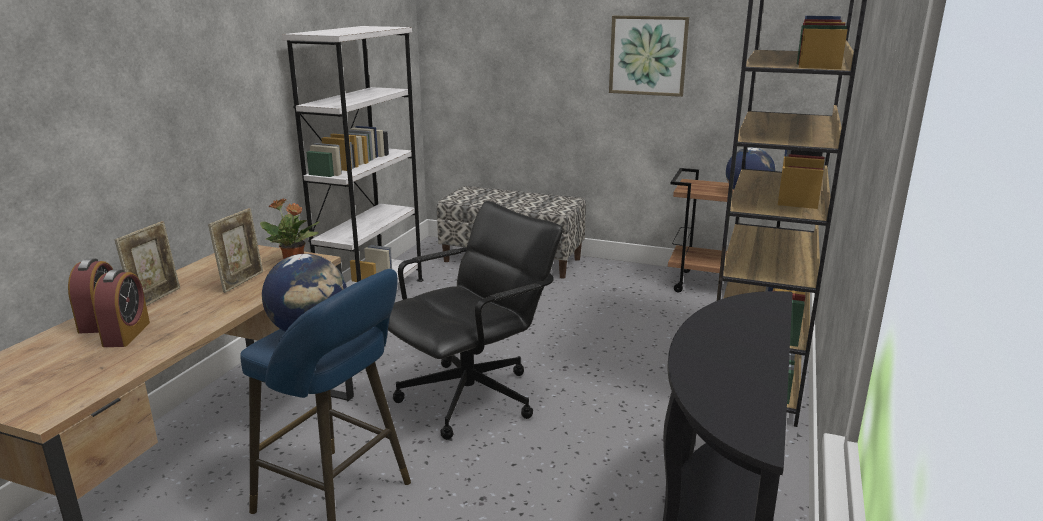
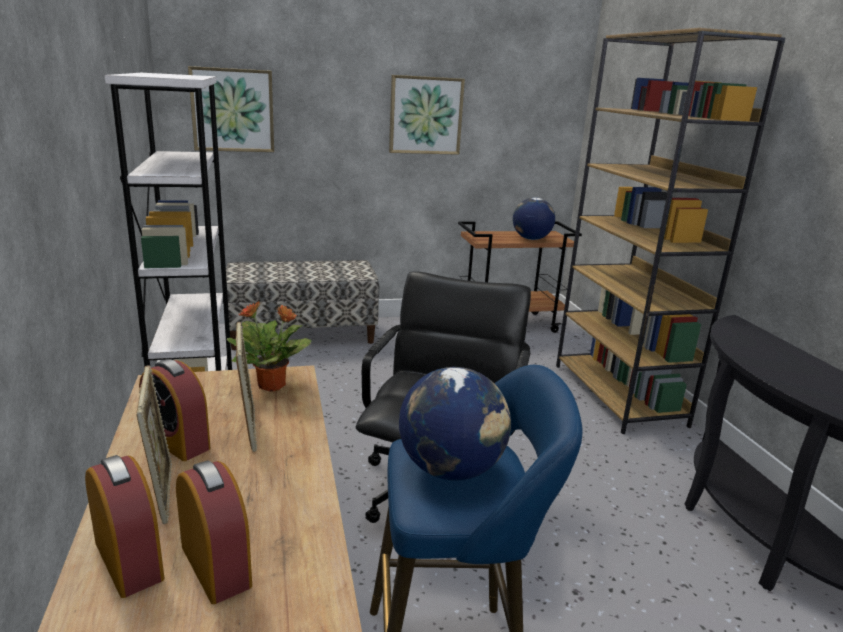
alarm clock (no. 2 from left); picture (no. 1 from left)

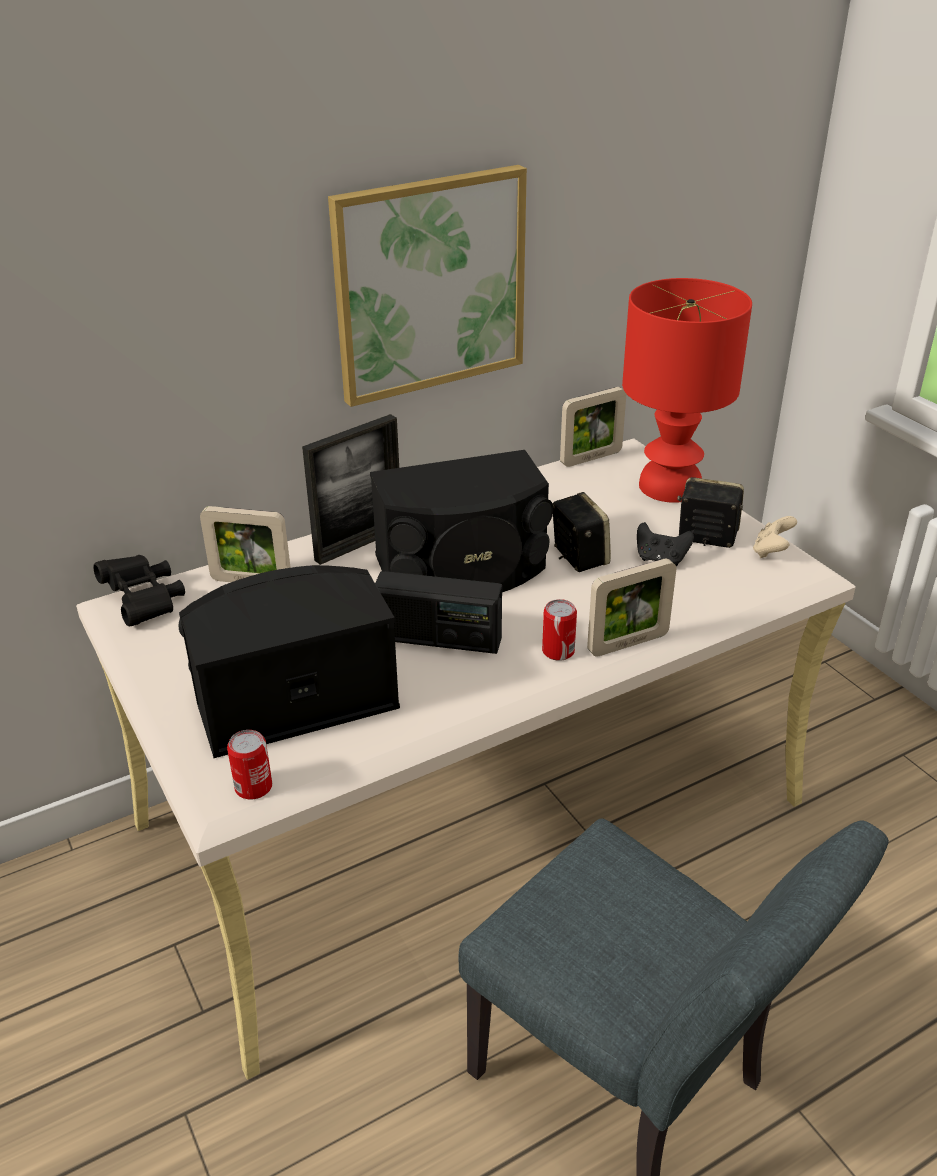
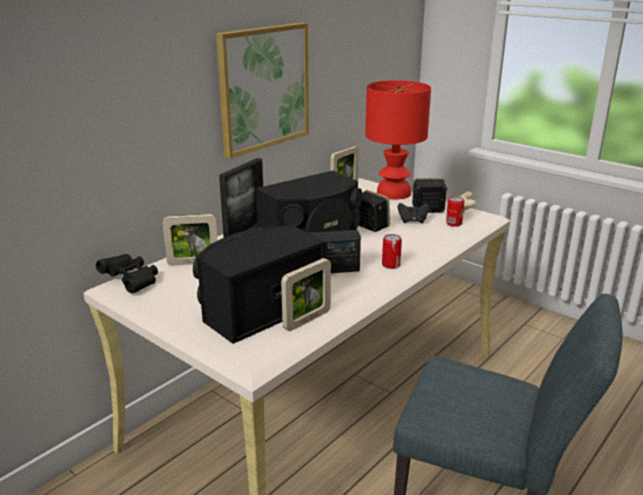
can (no. 2 from left); picture frame (no. 3 from left)

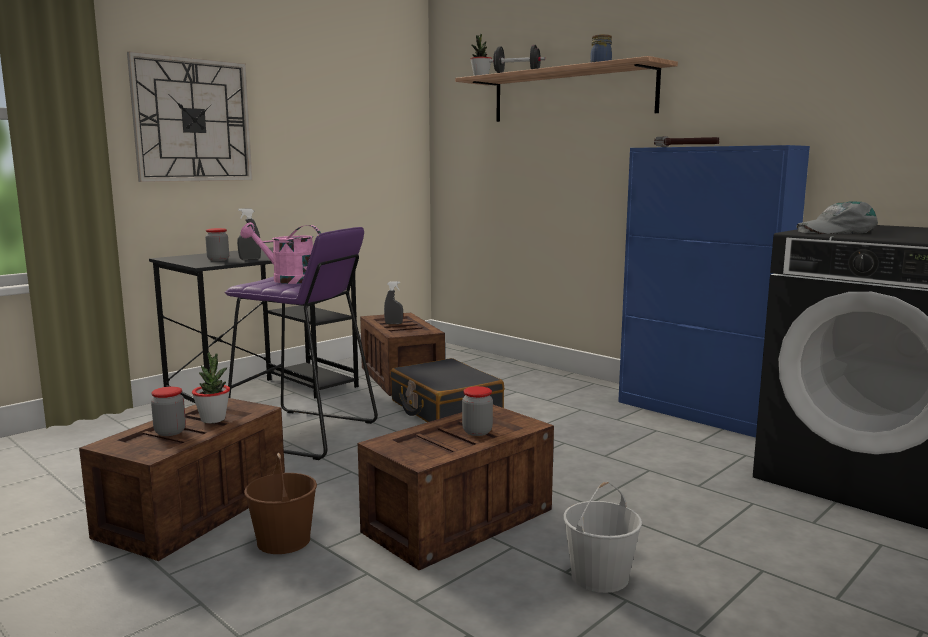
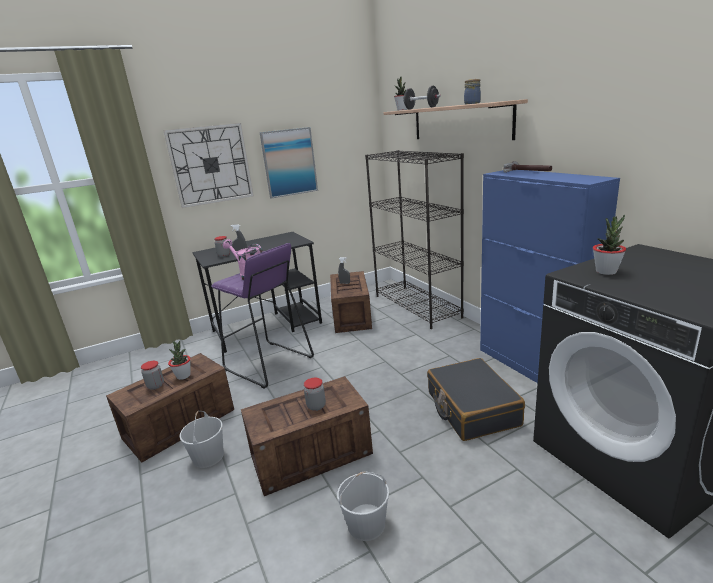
bucket in white (no. 1 from left); suitcase in black; potted plant (no. 3 from left); picture; bookcase in black

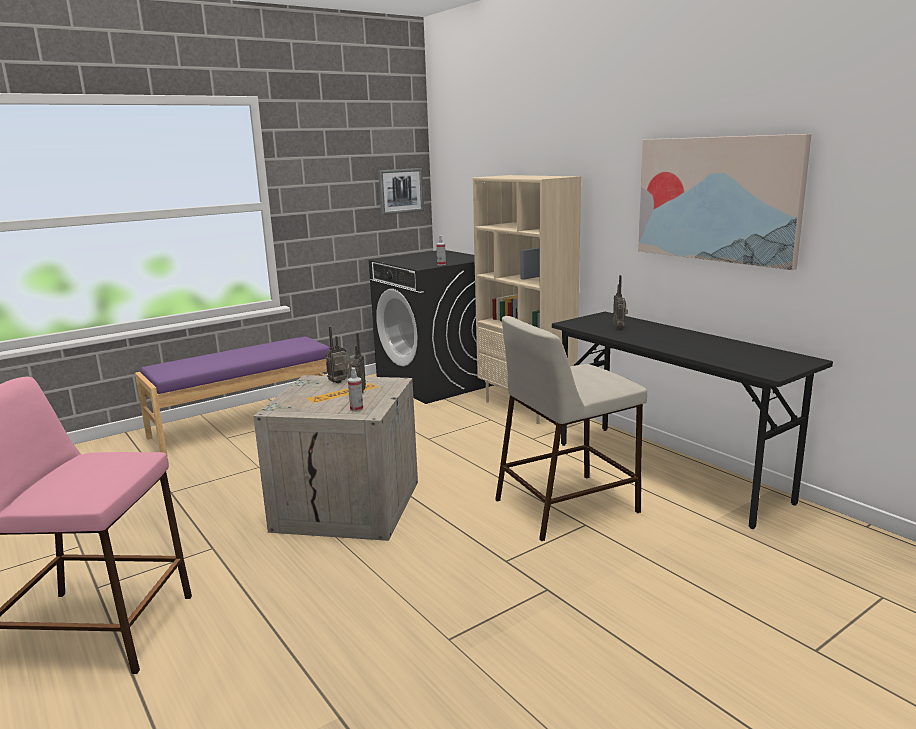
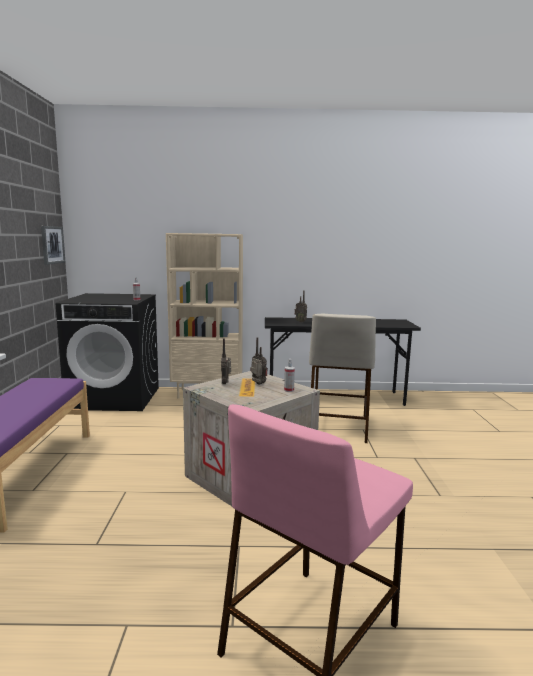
picture (no. 2 from left in the first image)

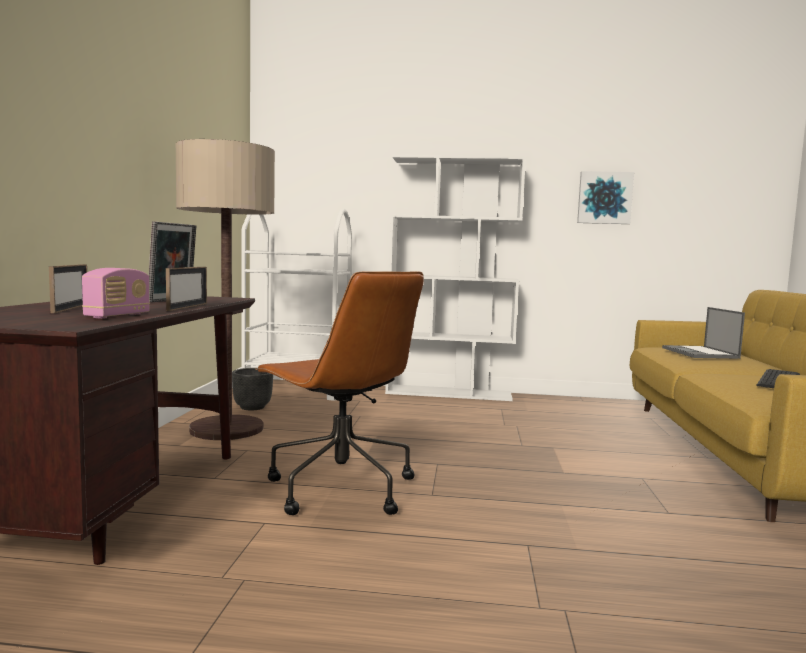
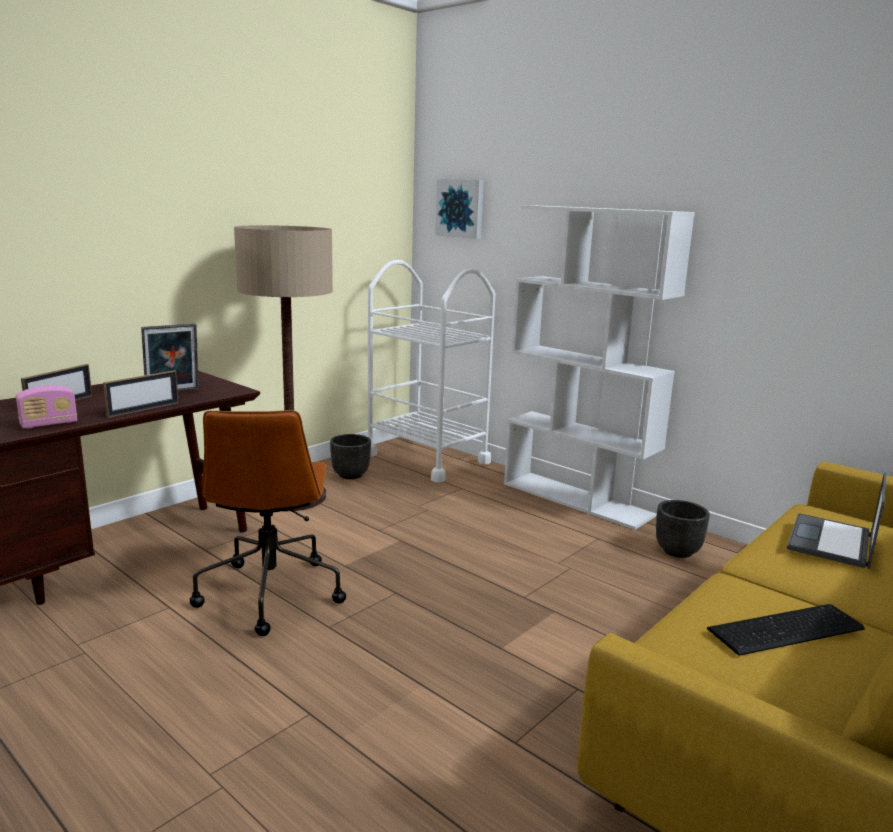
picture; planter in black (no. 2 from left)

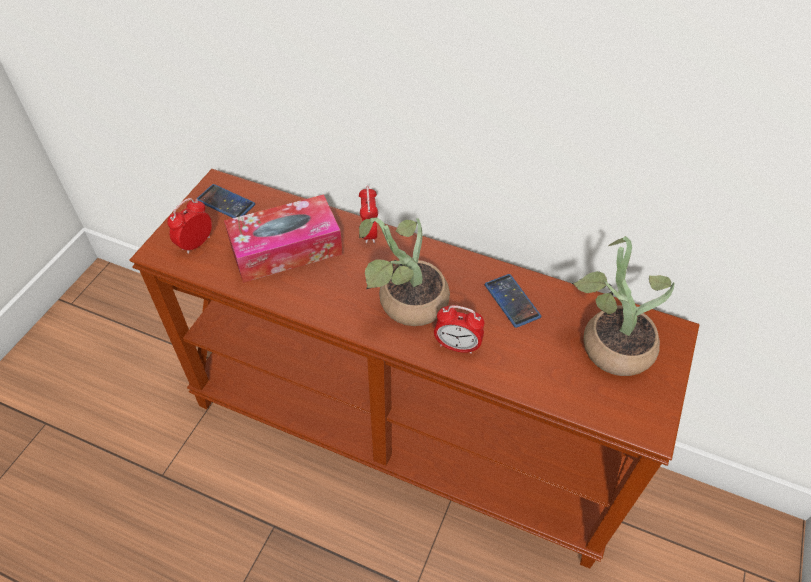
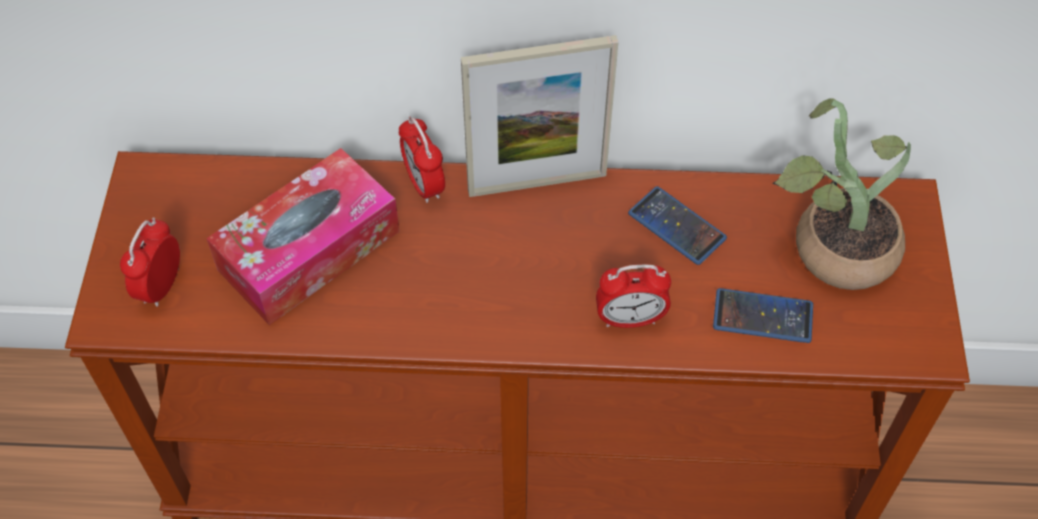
phone (no. 2 from left); potted plant (no. 1 from left in the first image); picture frame

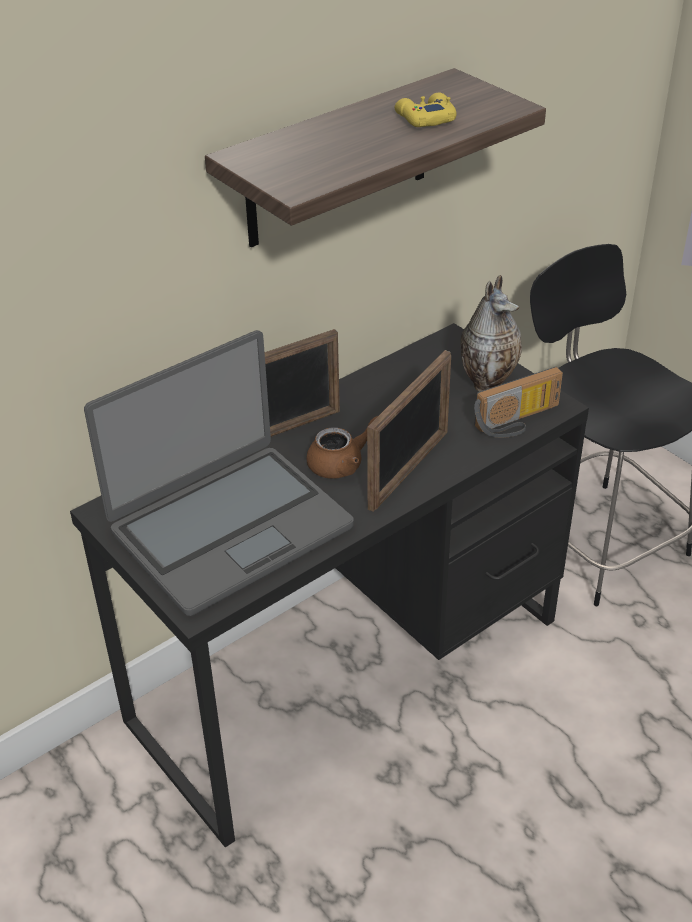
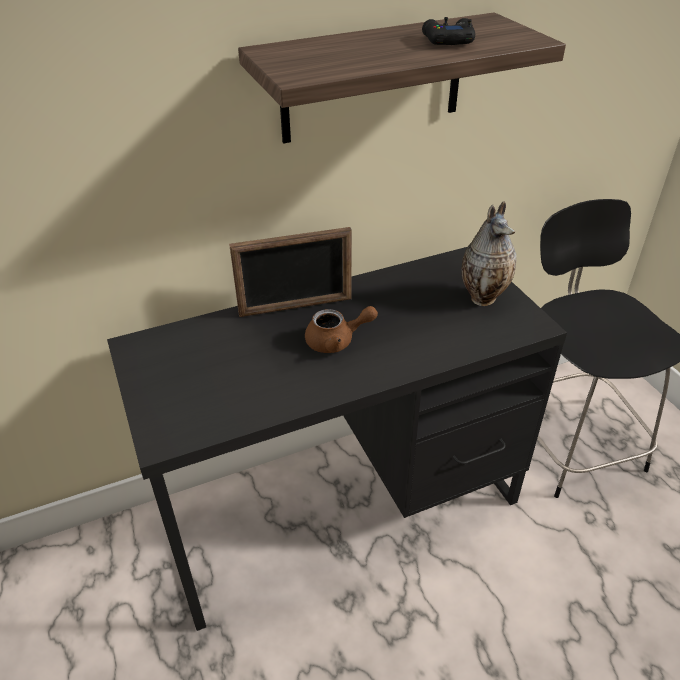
laptop; picture frame (no. 2 from left in the first image); game controller in black; radio

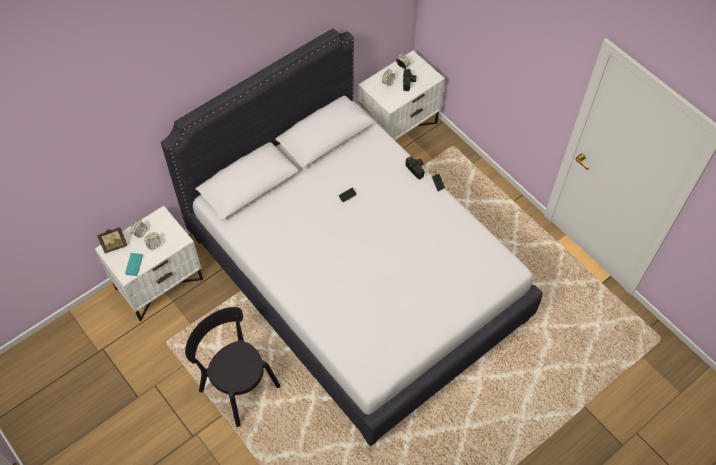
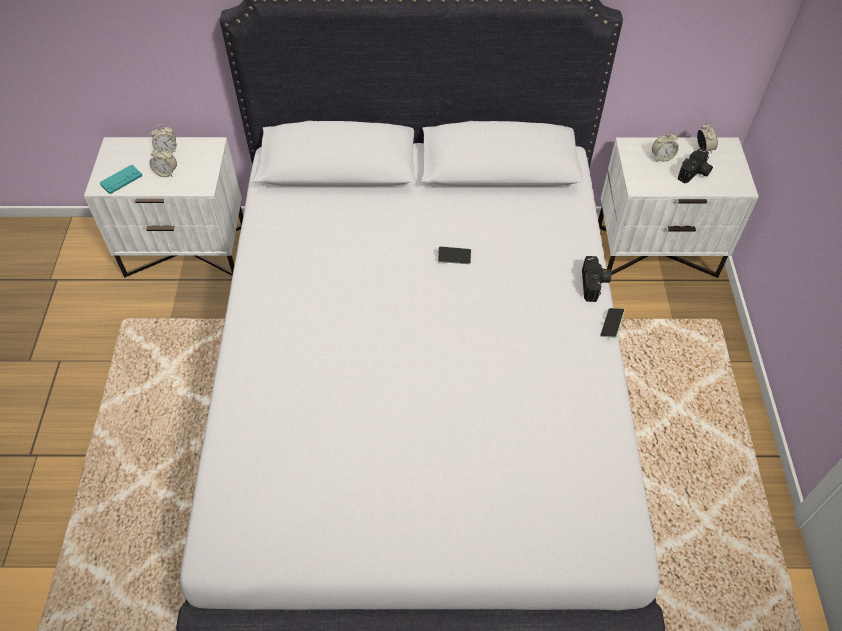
picture frame; chair in black

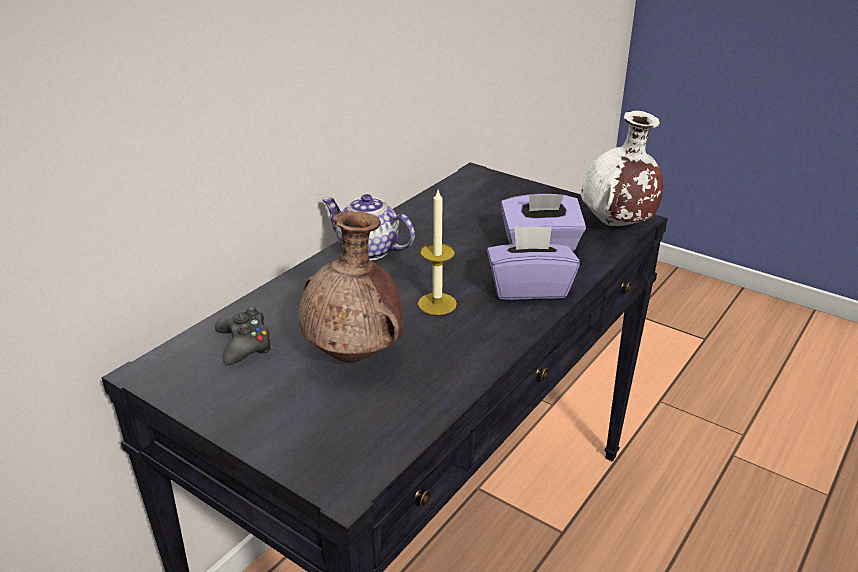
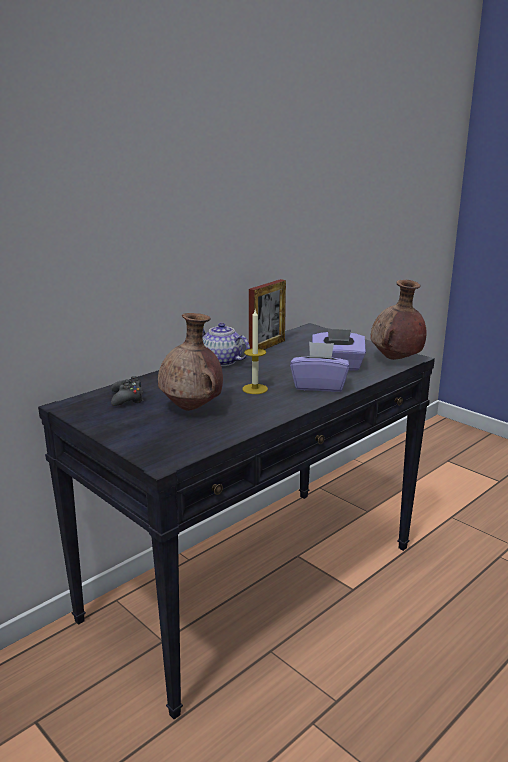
vase in brown (no. 2 from left); picture frame

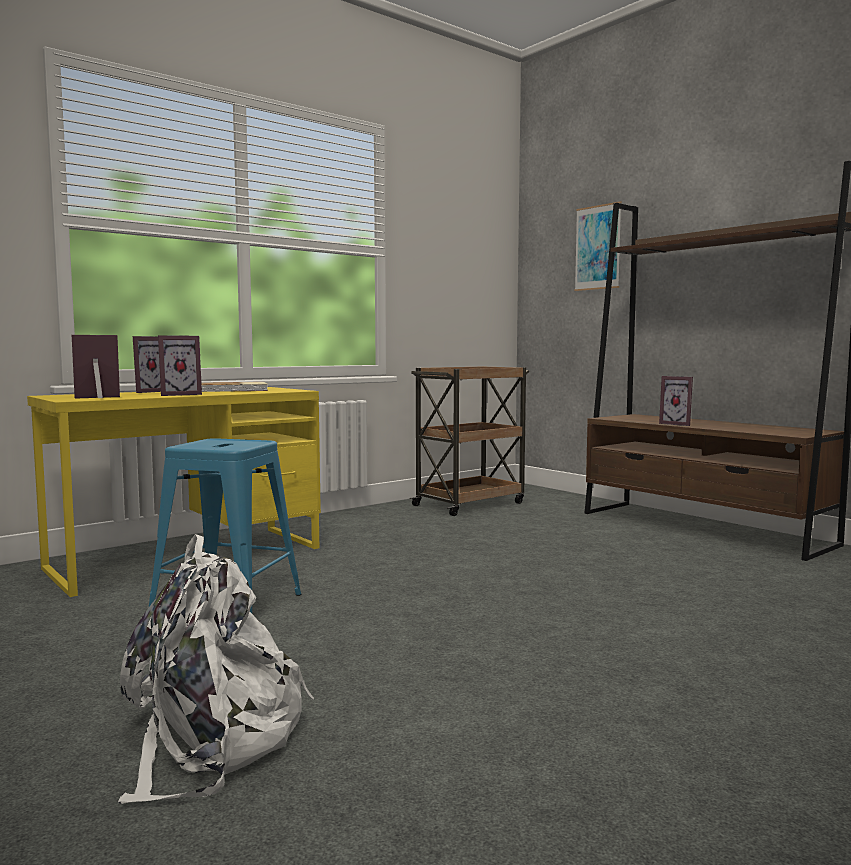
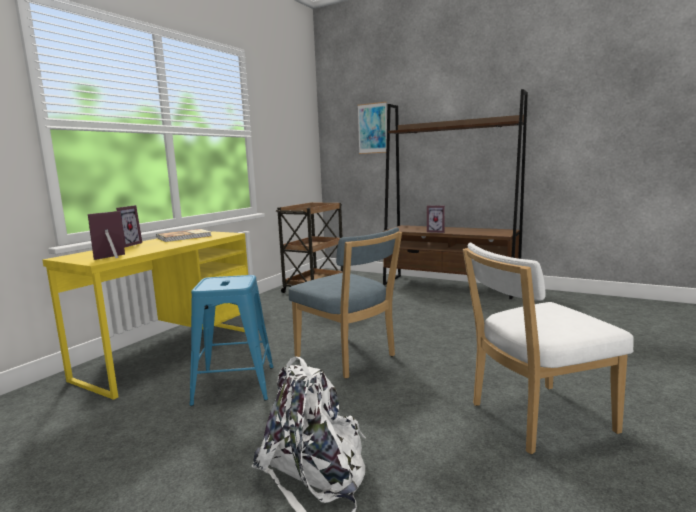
picture frame (no. 3 from left in the first image); chair in blue; chair in white

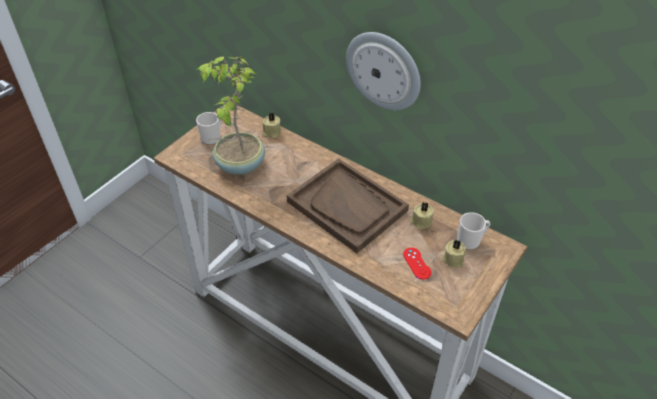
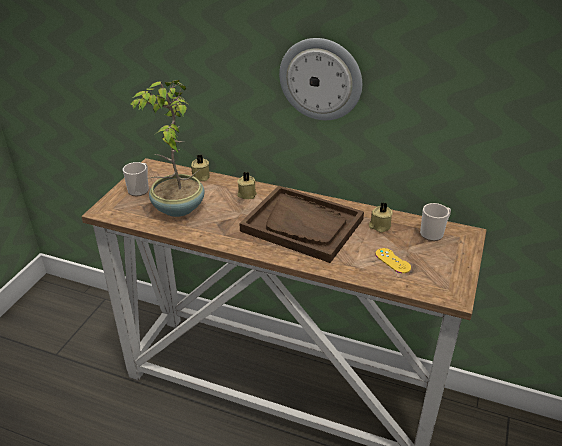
game controller in yellow; candle in beige (no. 2 from left)

